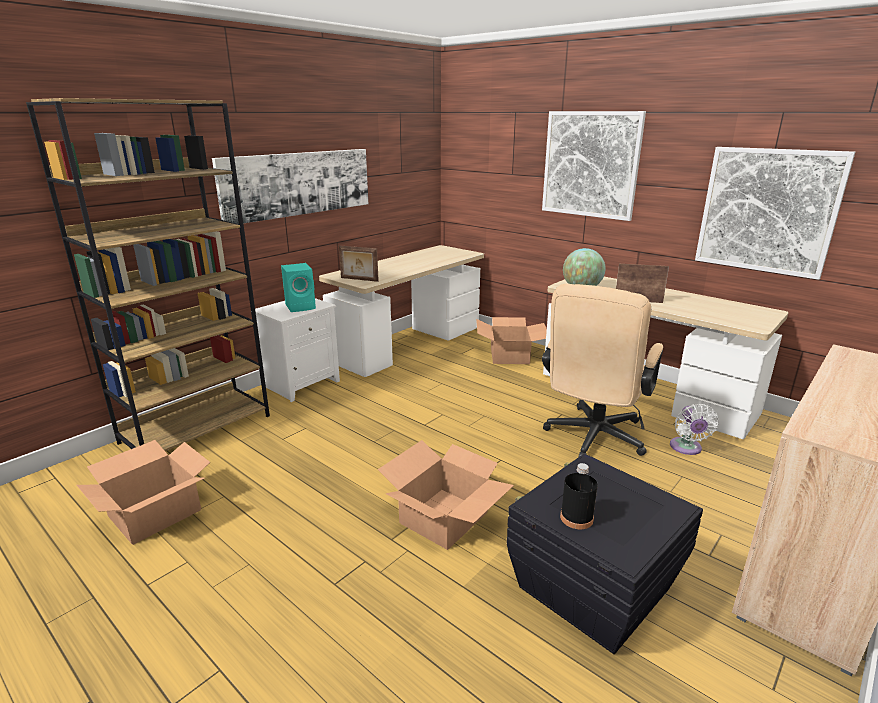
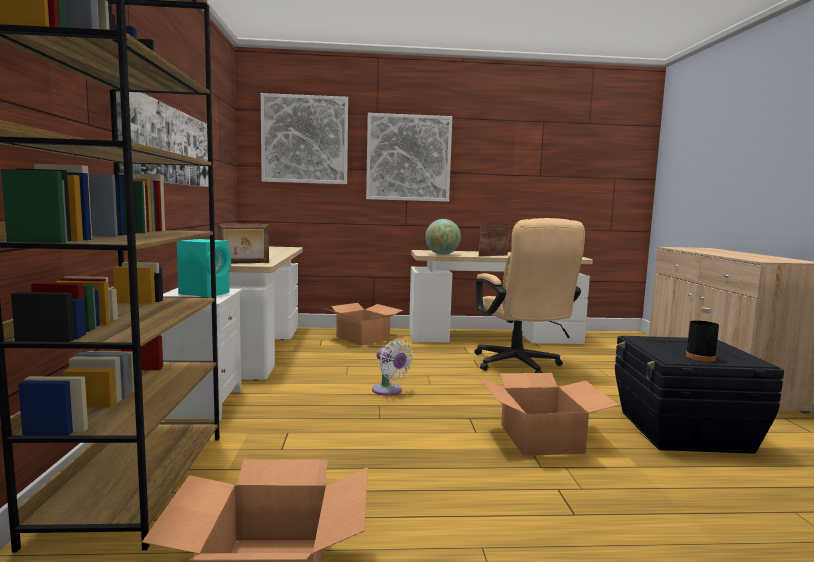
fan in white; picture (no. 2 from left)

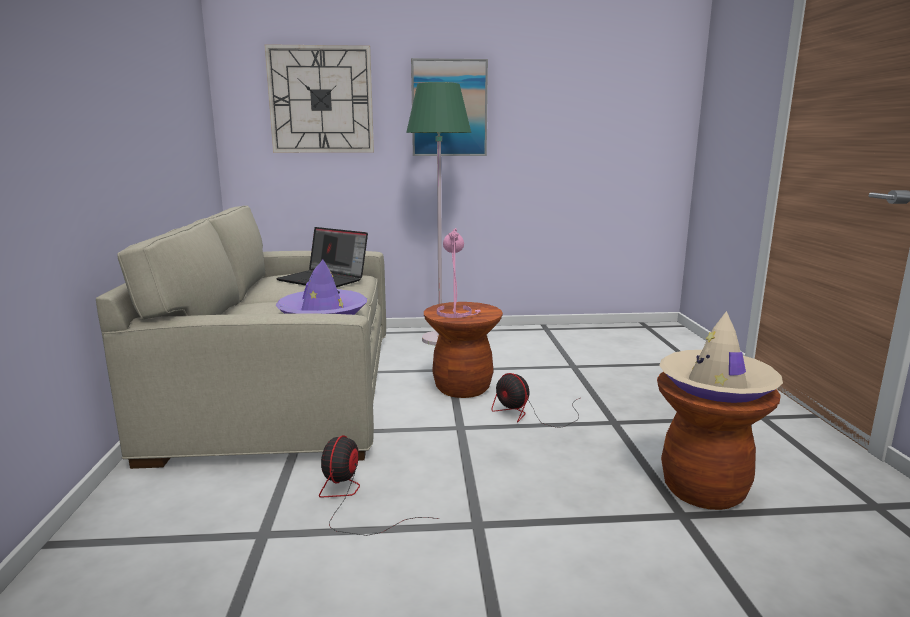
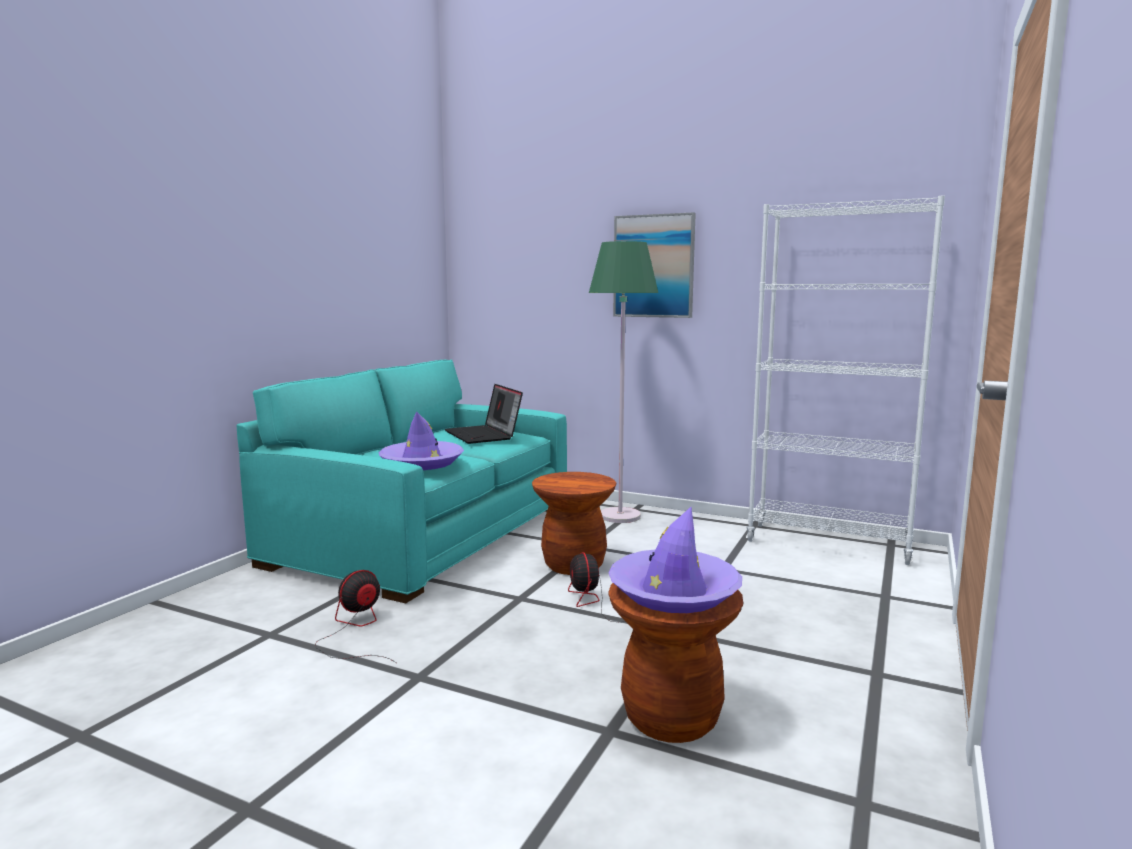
sofa in turquoise; wall clock; table lamp in pink; hat in purple (no. 2 from left); bookcase in white

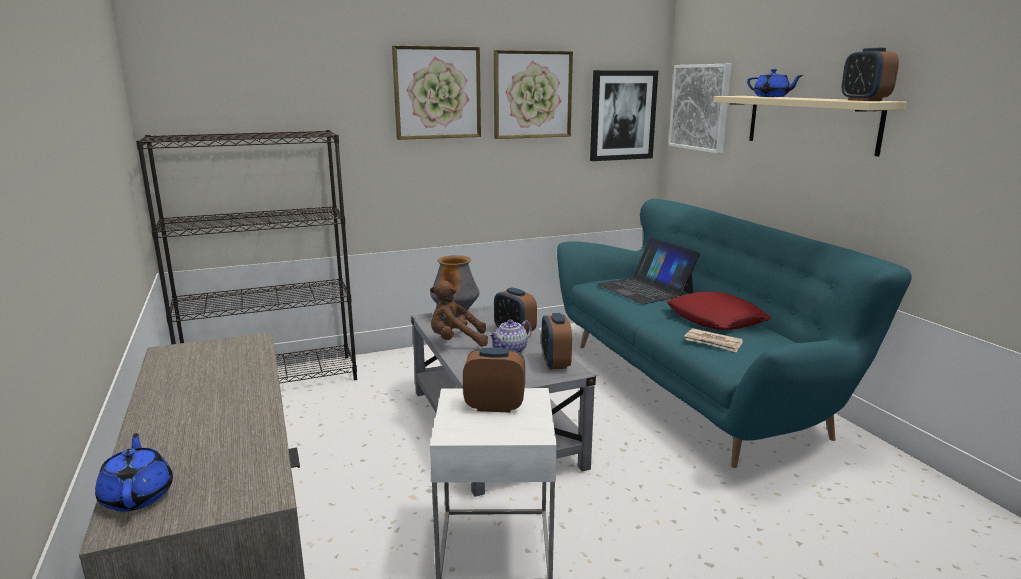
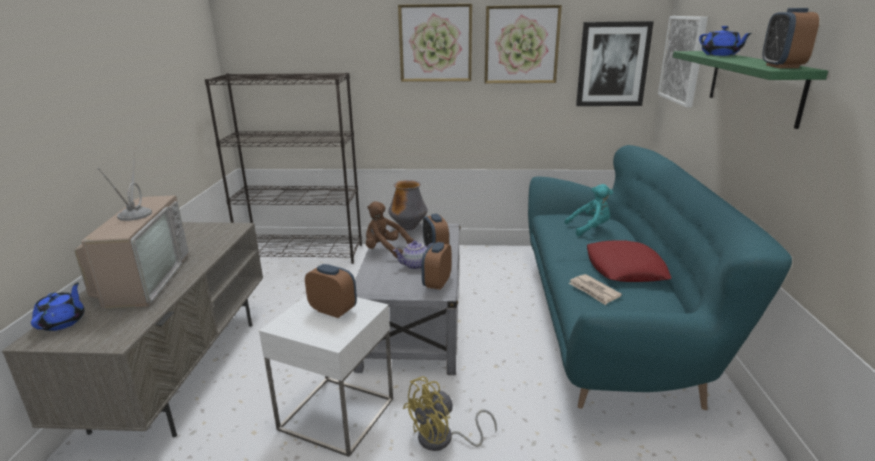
plush toy in turquoise; shelf in green; television; fan in yellow

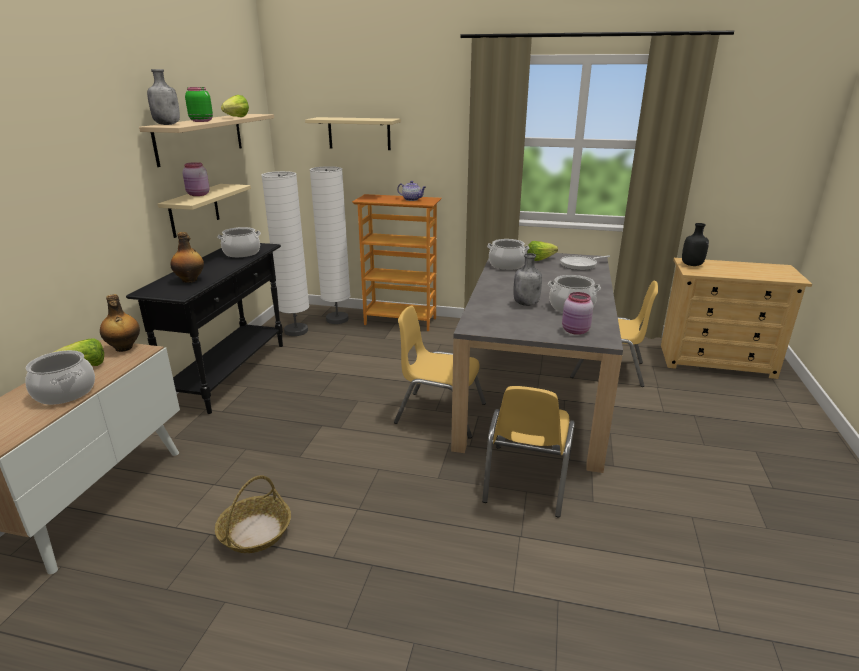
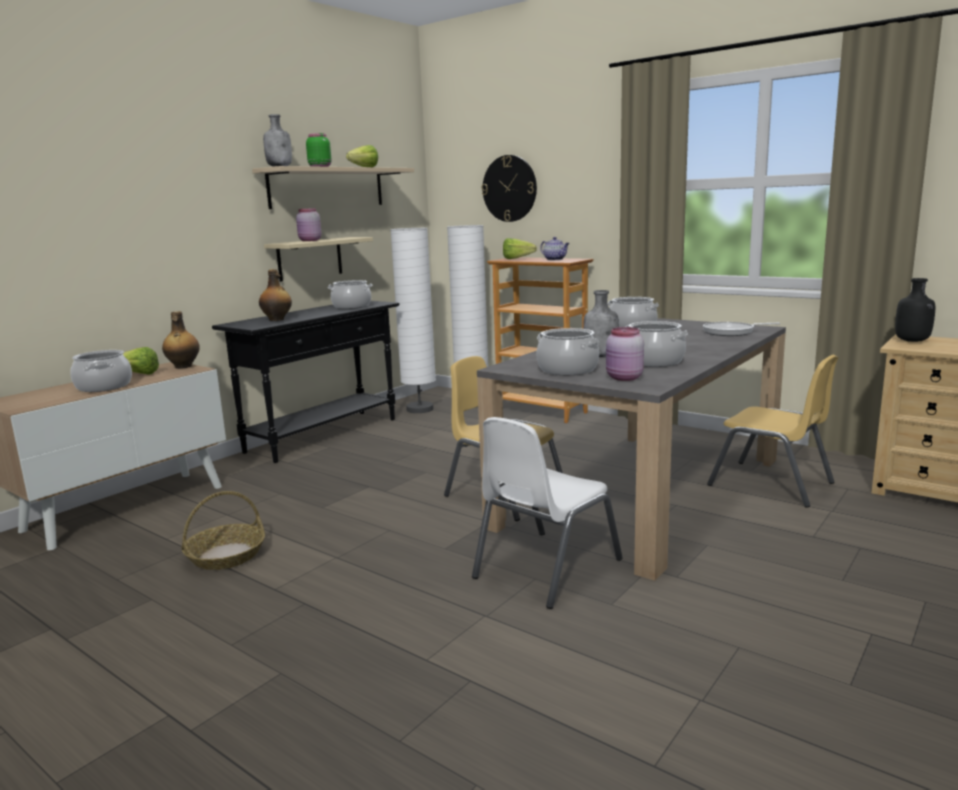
wall clock; chair in white; lettuce (no. 3 from left); cooking pot (no. 3 from left)

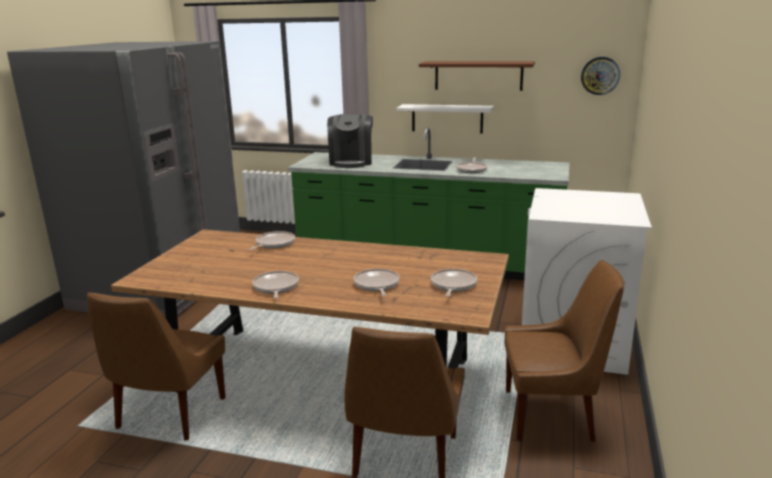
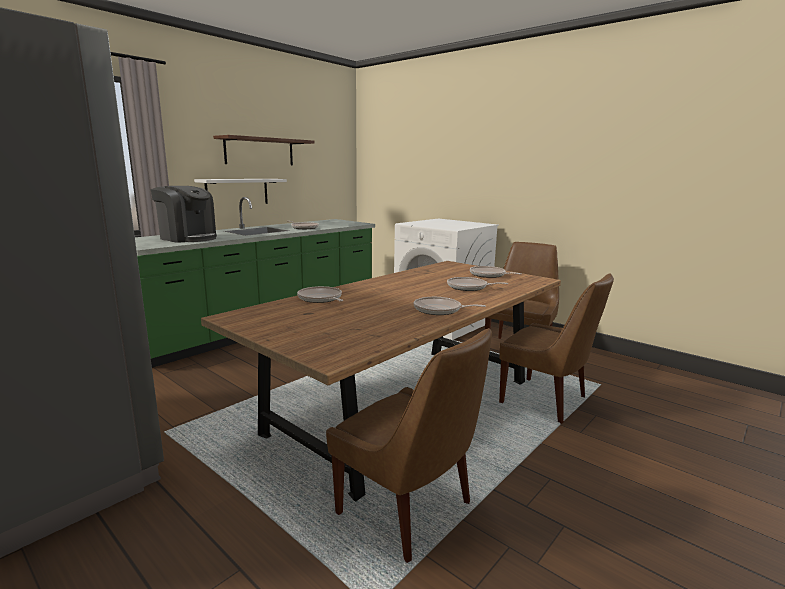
wall clock

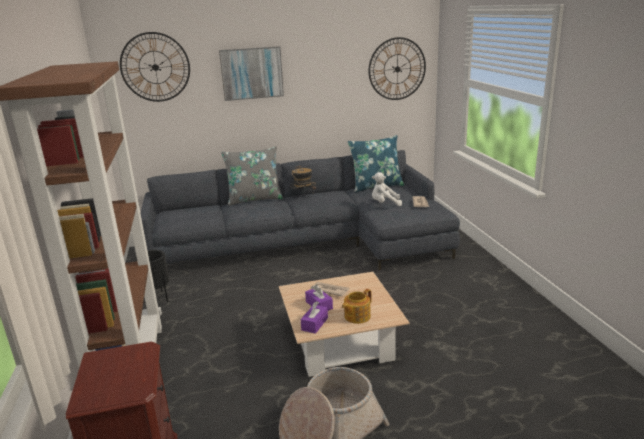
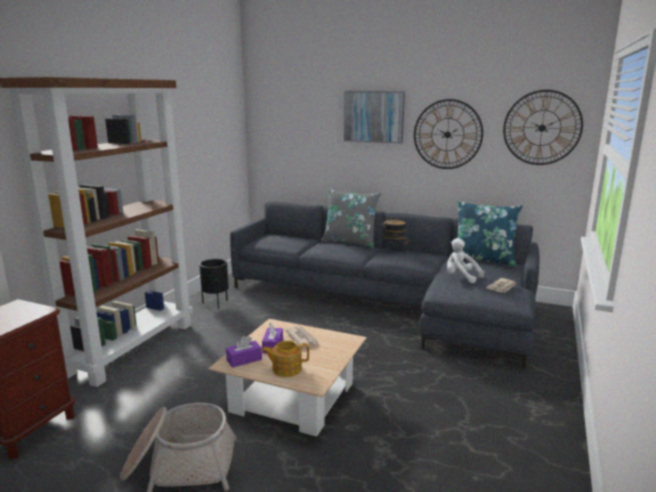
wall clock (no. 1 from left)

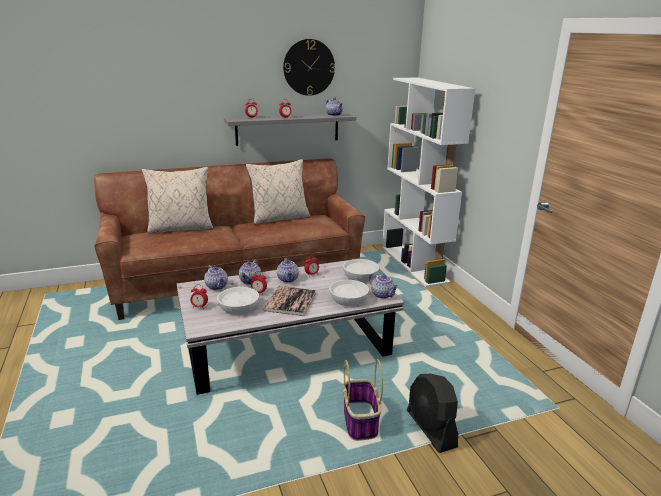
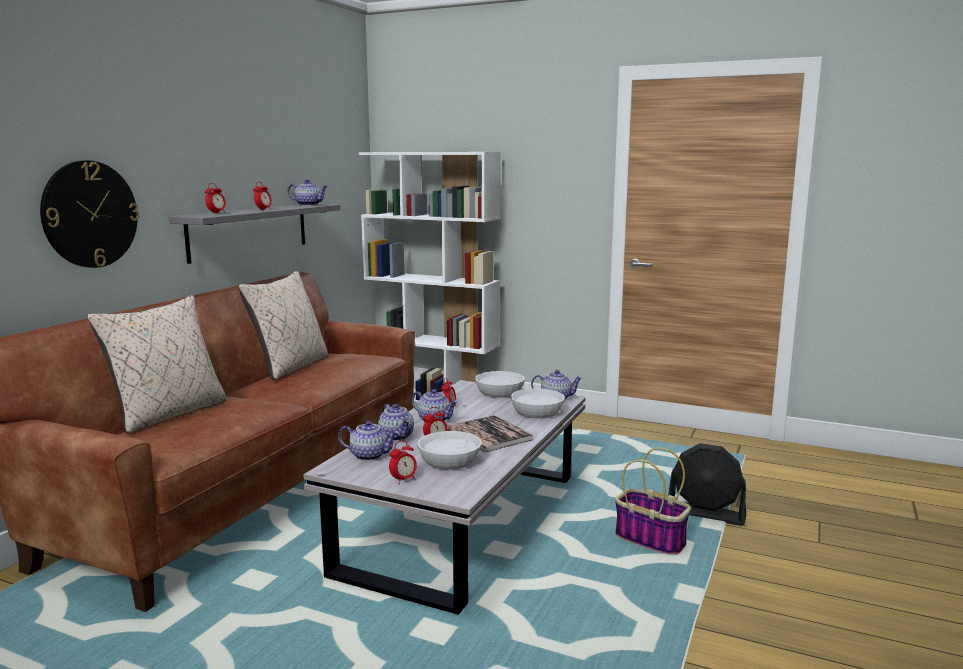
wall clock

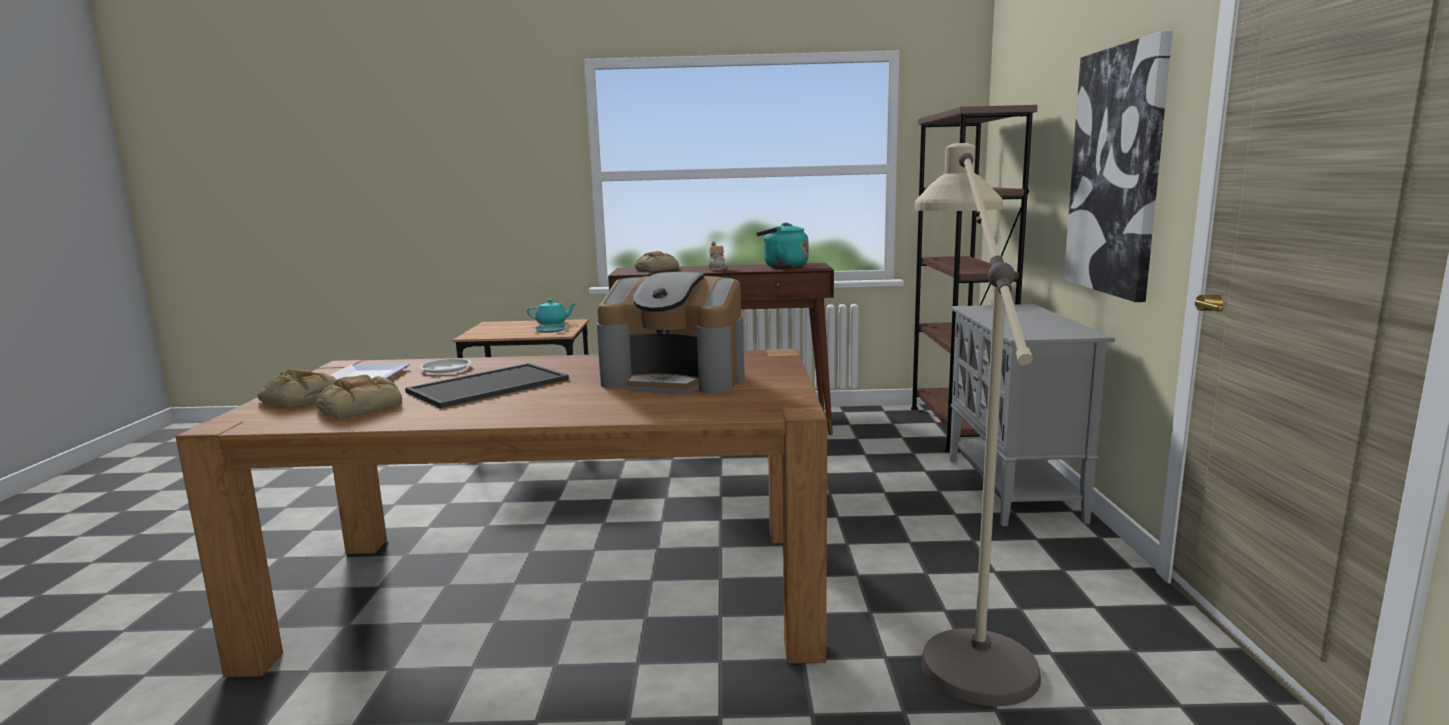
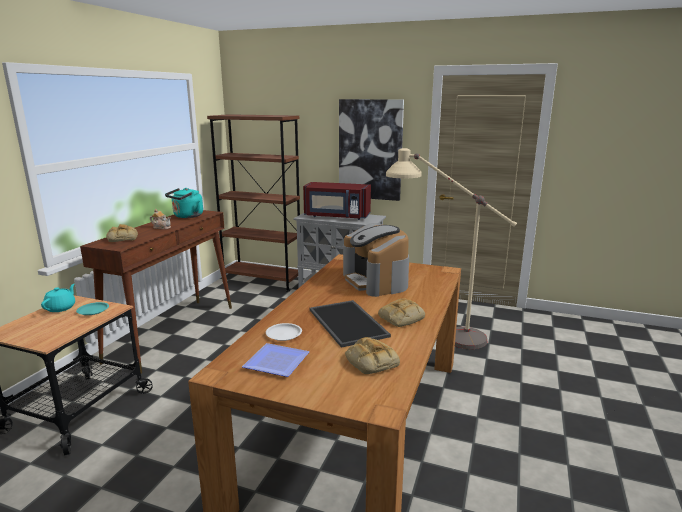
bread (no. 3 from left); coffee machine; microwave in red

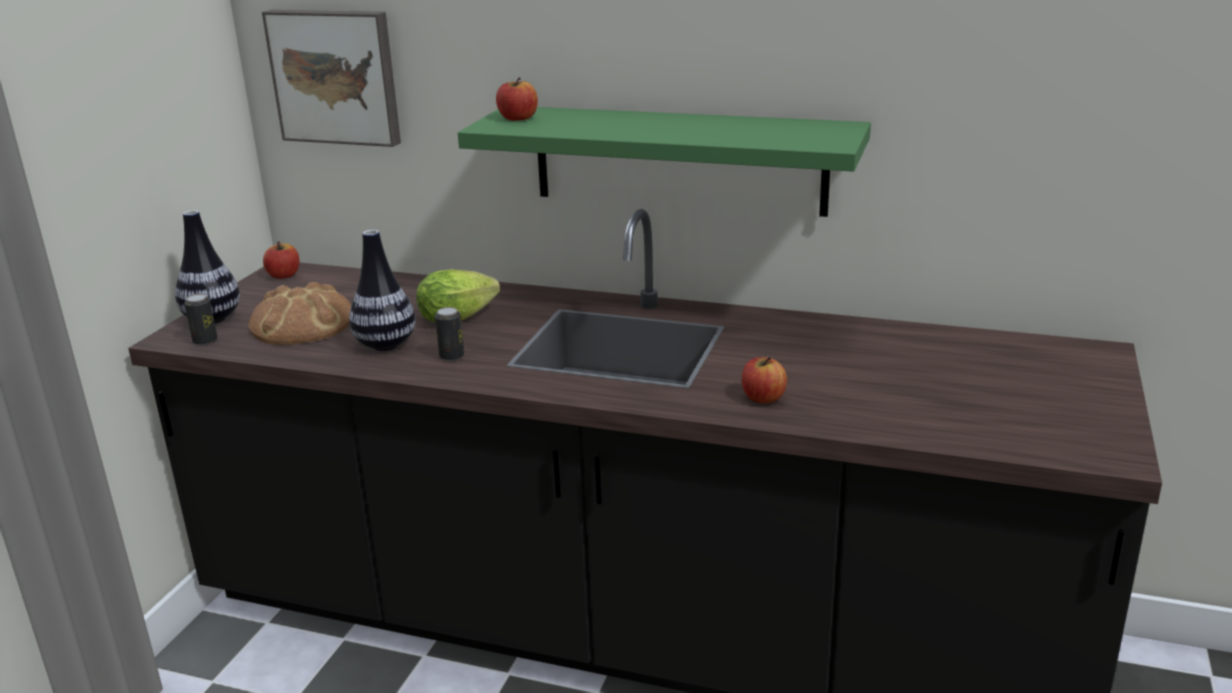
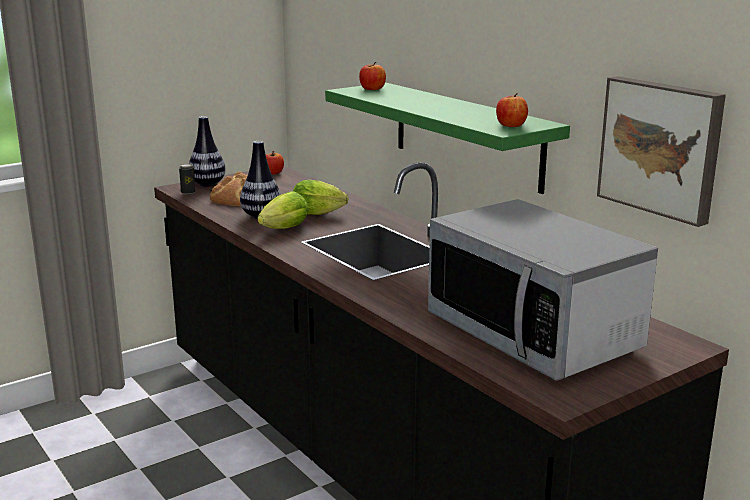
picture; lettuce (no. 1 from left); apple (no. 3 from left); microwave

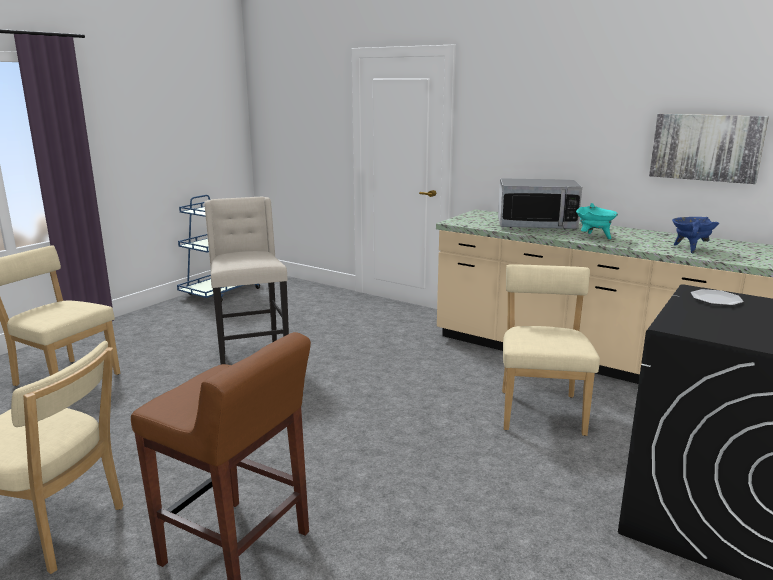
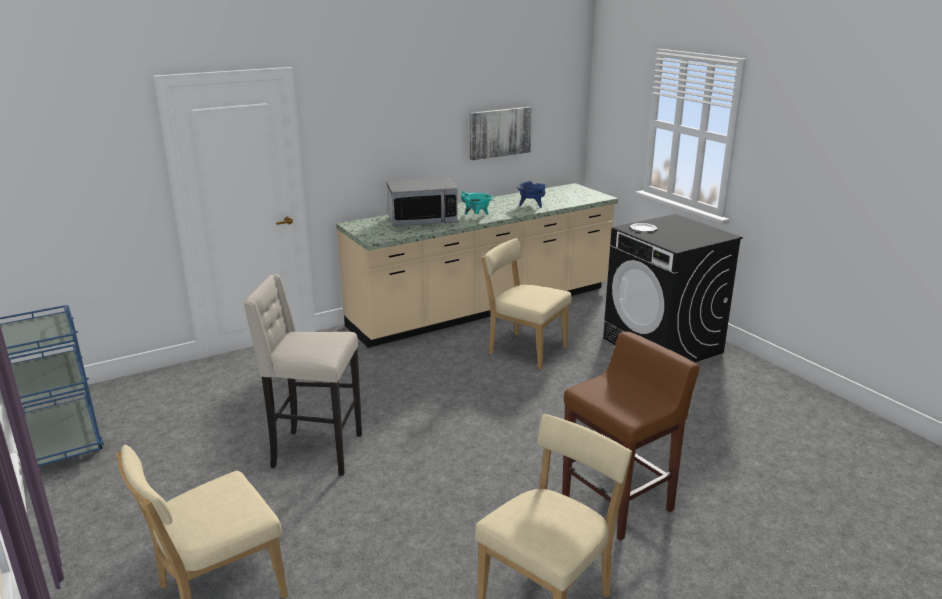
microwave

